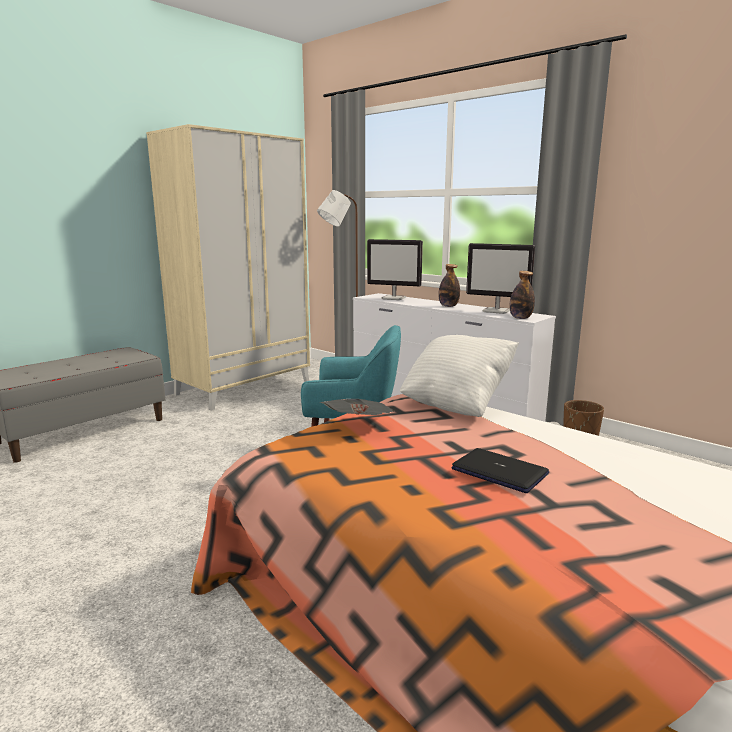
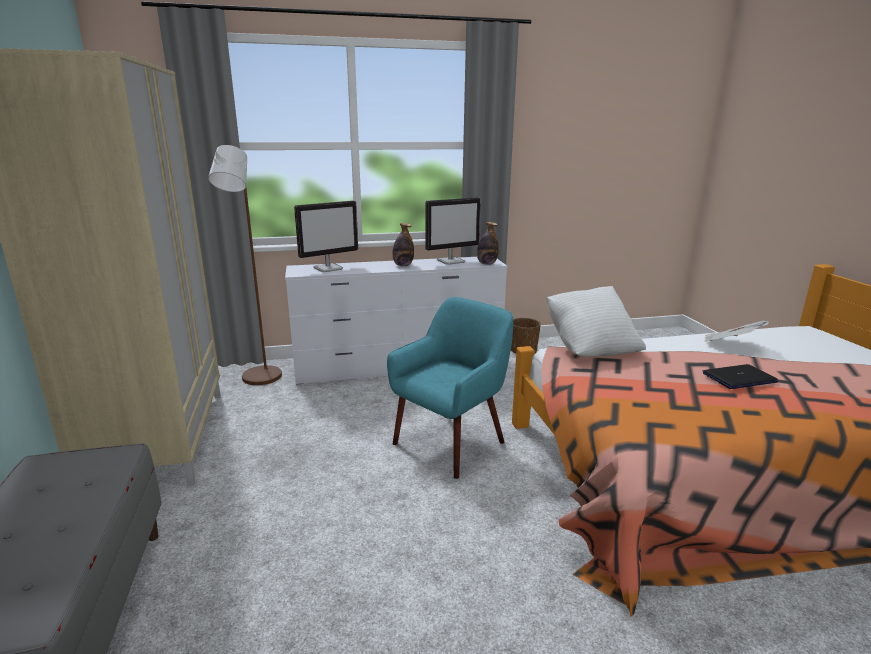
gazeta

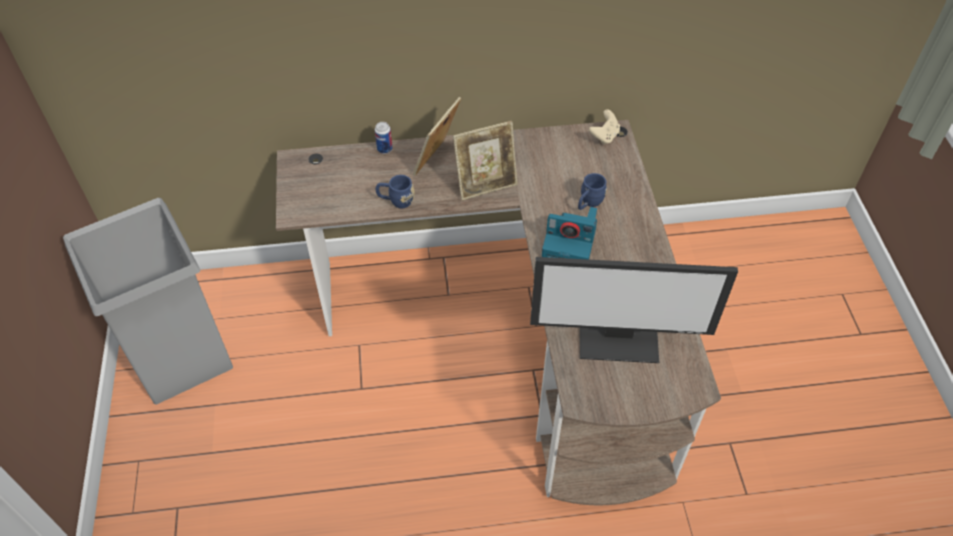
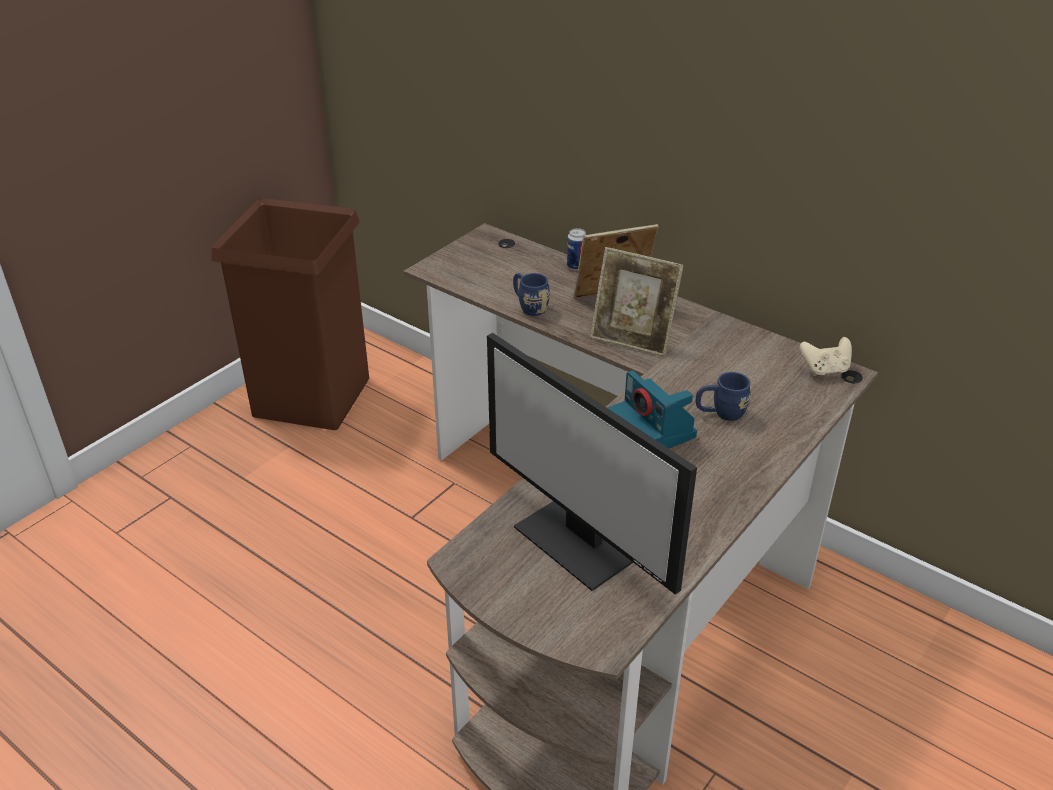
kosz na śmieci (brązowy)

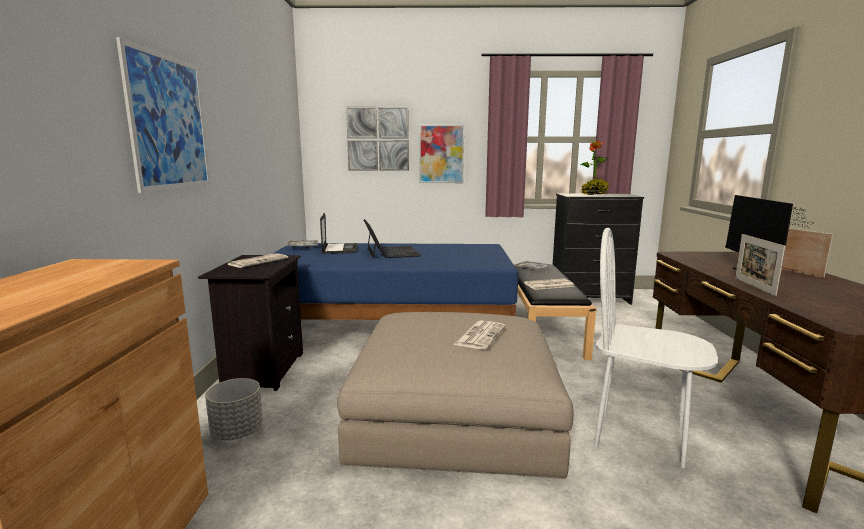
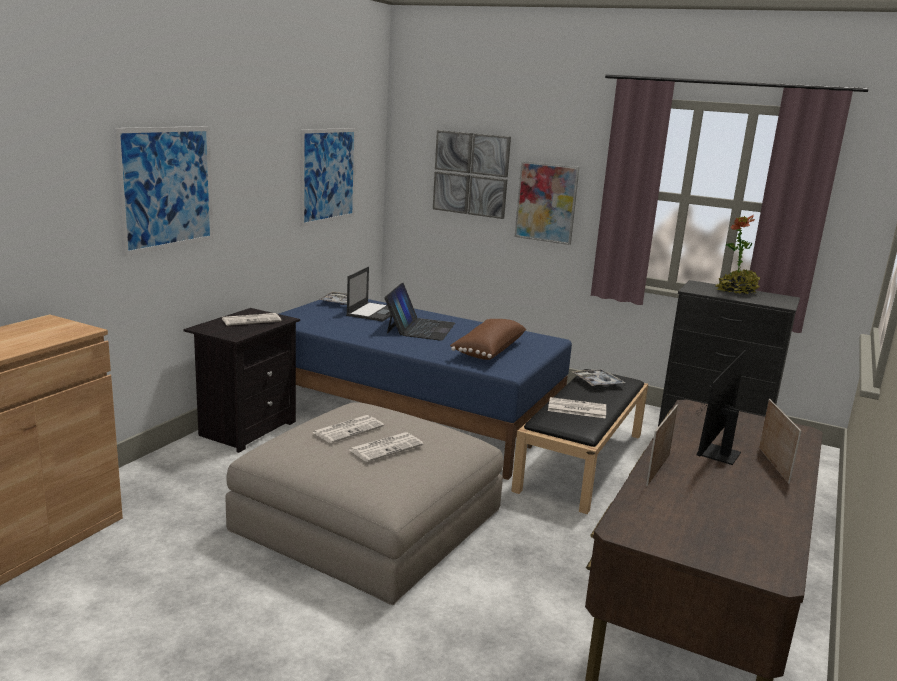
donica (szary); krzesło (biały); obraz (no. 2 from left); gazeta (no. 2 from left); poduszka (brązowy)

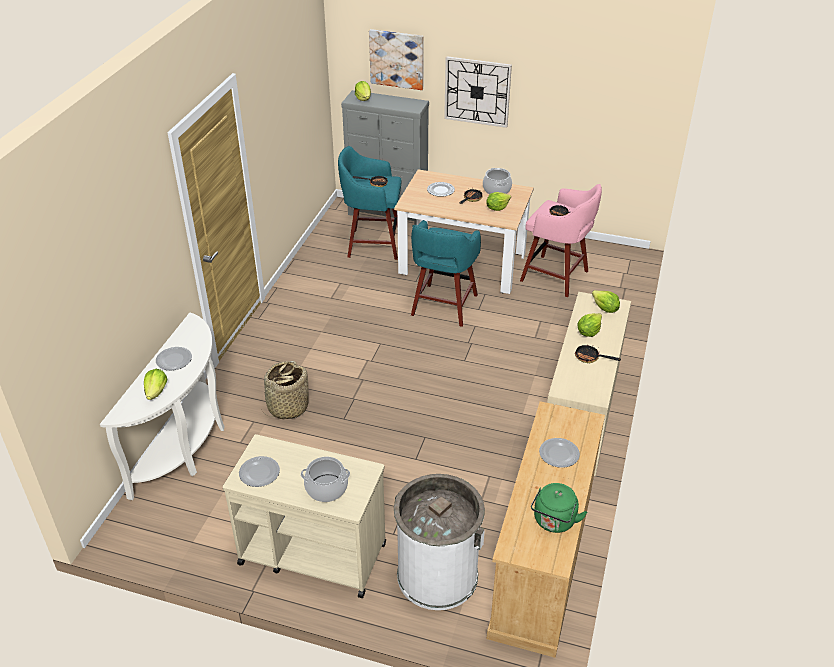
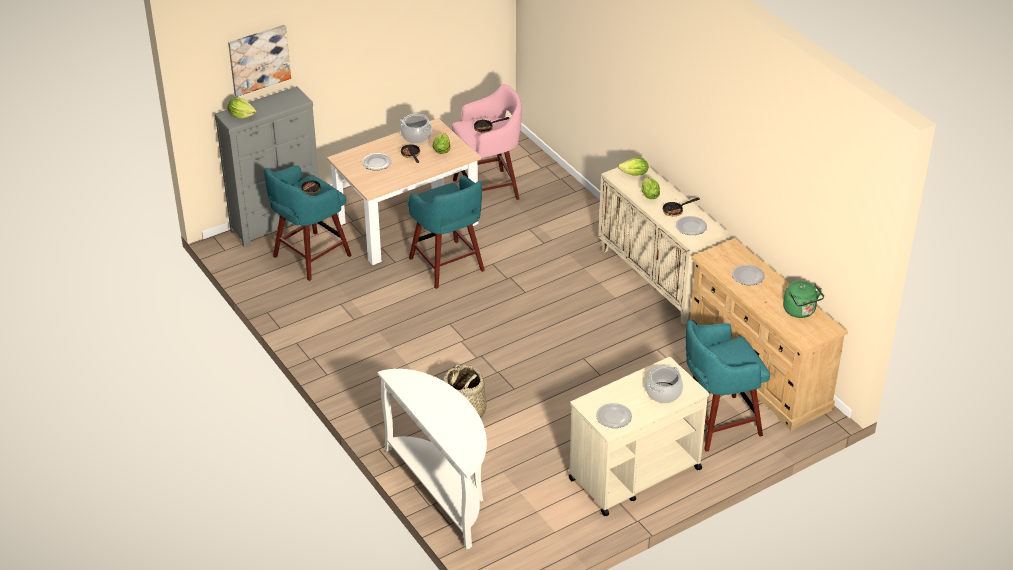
sałata (no. 1 from left in the first image); zegar ścienny; talerz (no. 3 from left); stołek (turkusowy) (no. 3 from left)

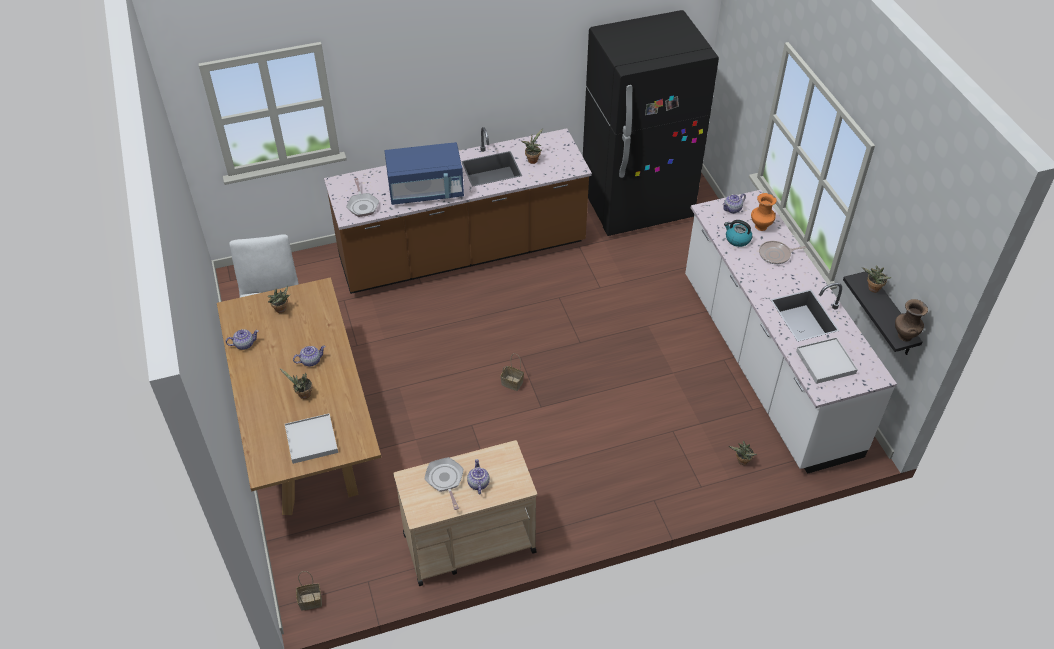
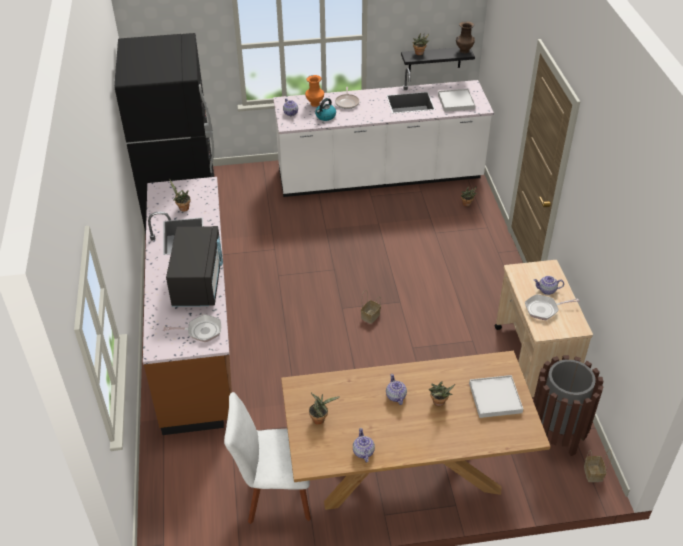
kosz na śmieci (brązowy); mikrofalówka (czarny)

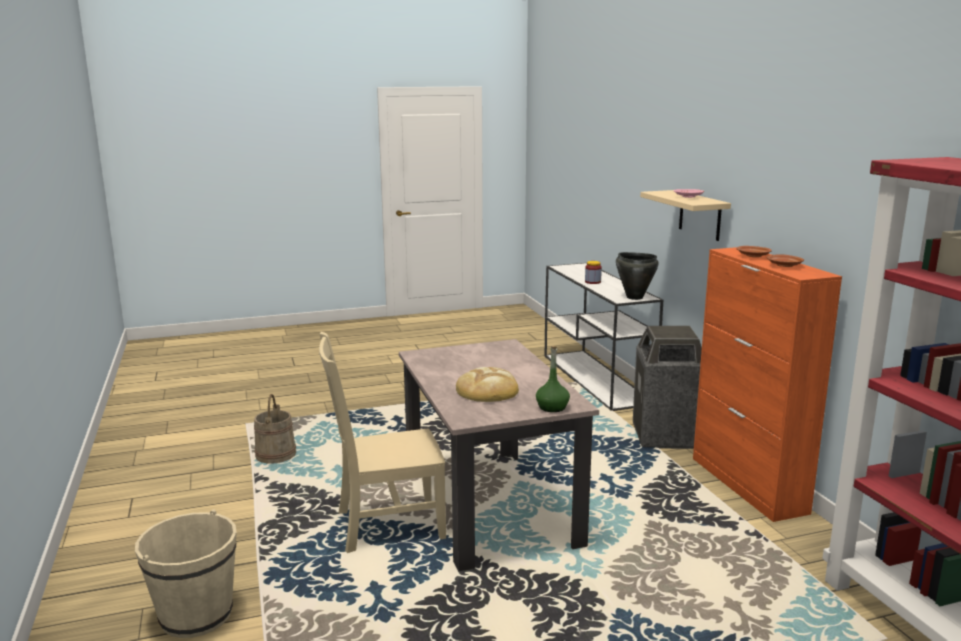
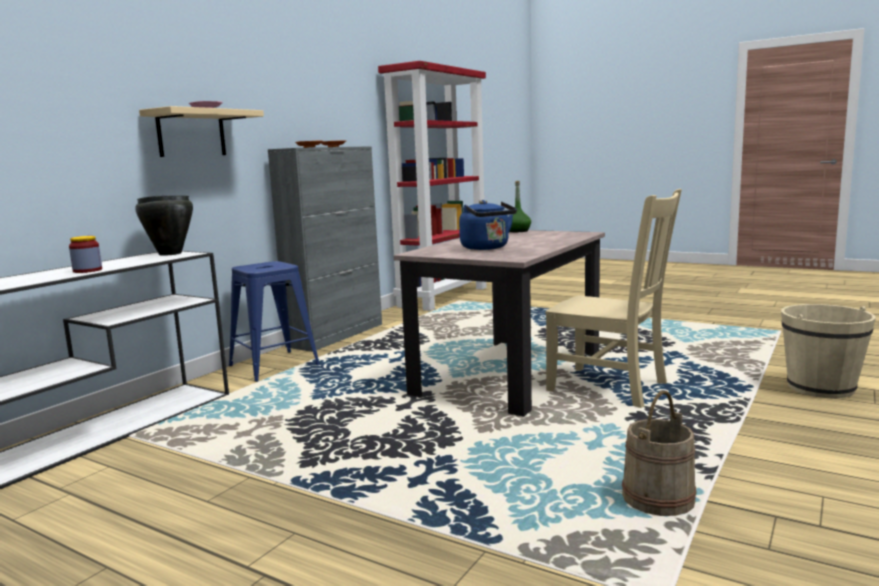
chleb; czajnik (niebieski); stołek (niebieski); szafka (szary)

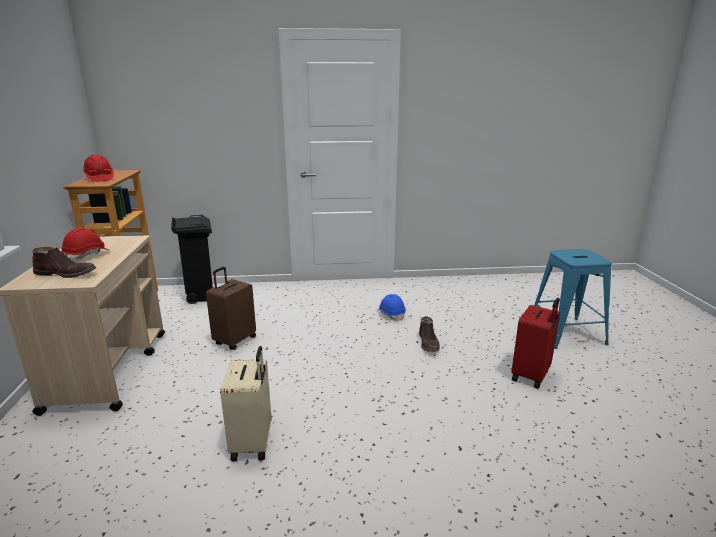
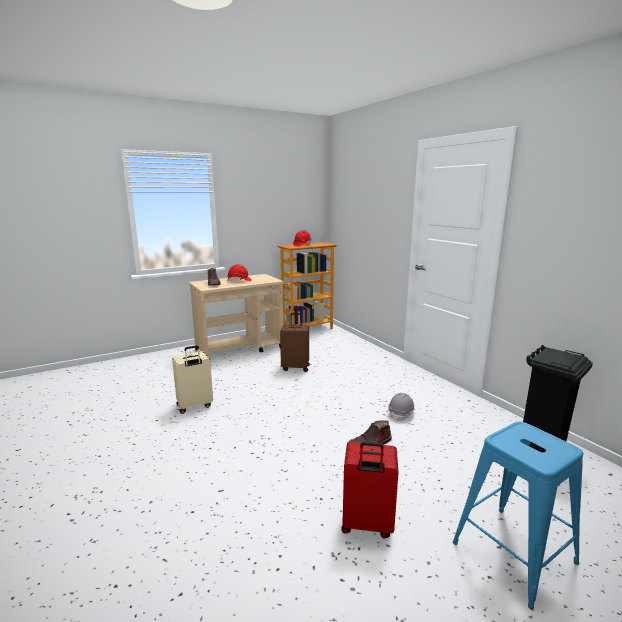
kosz na śmieci (czarny); kask (szary)

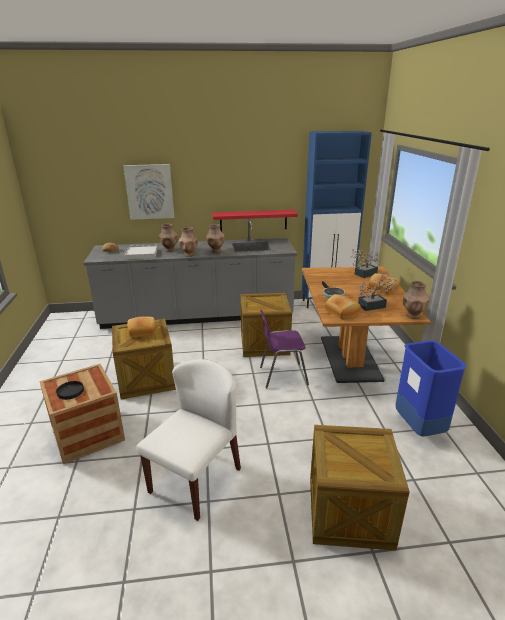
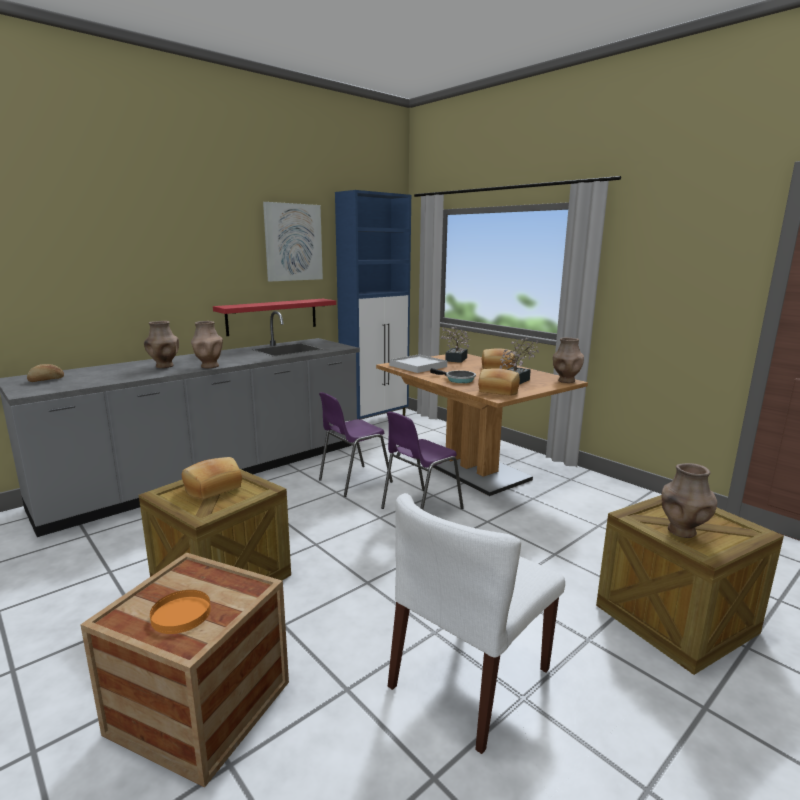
kosz na śmieci (niebieski); obraz; taca (biały); wazon (brązowy) (no. 4 from left); krzesło (fioletowy) (no. 1 from left); talerz (pomarańczowy); krzesło (biały)

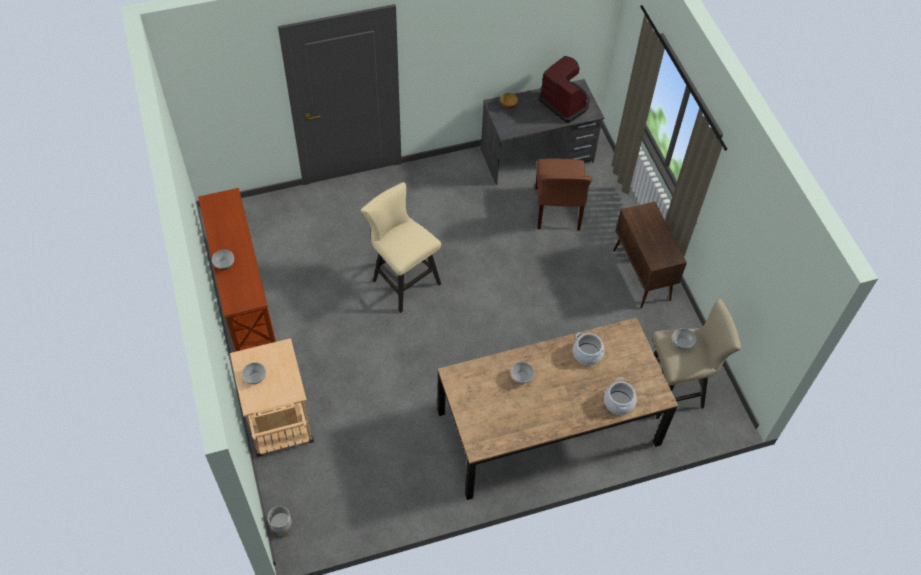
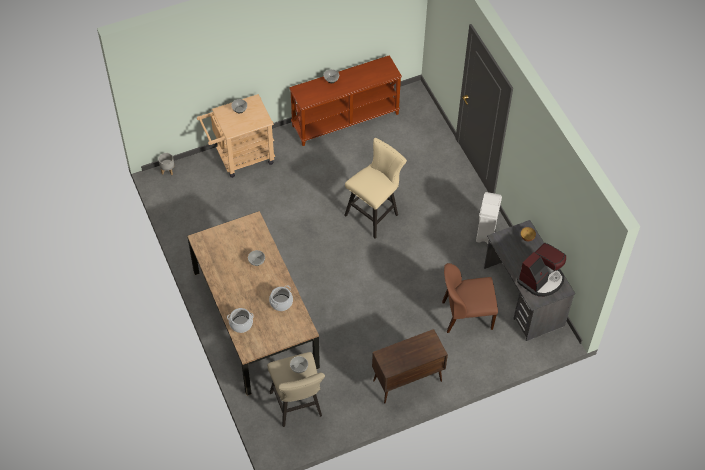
kosz na śmieci (biały)

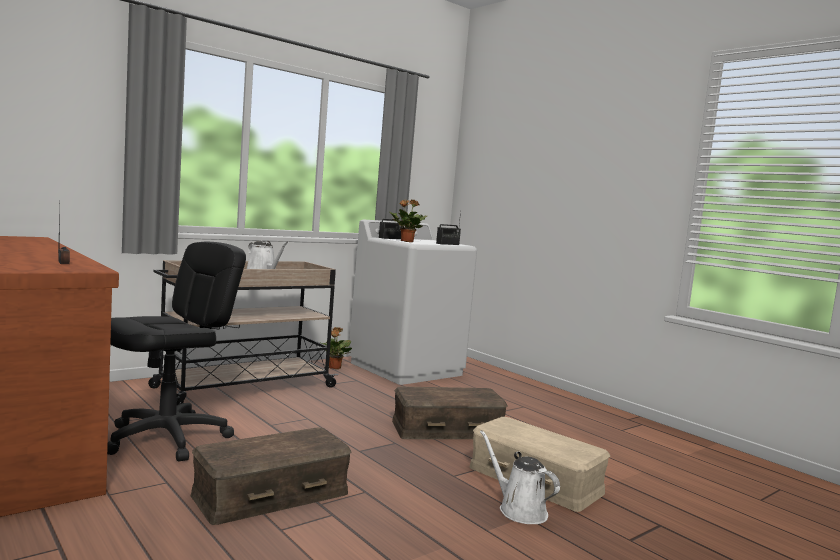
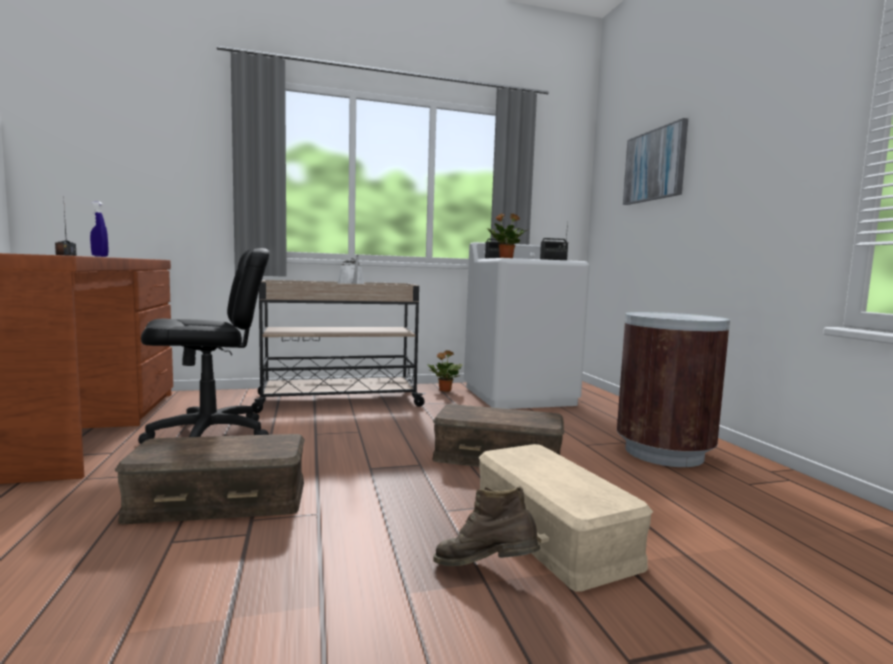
spryskiwacz (niebieski); kosz na śmieci (brązowy); obraz; but z cholewką (brązowy)

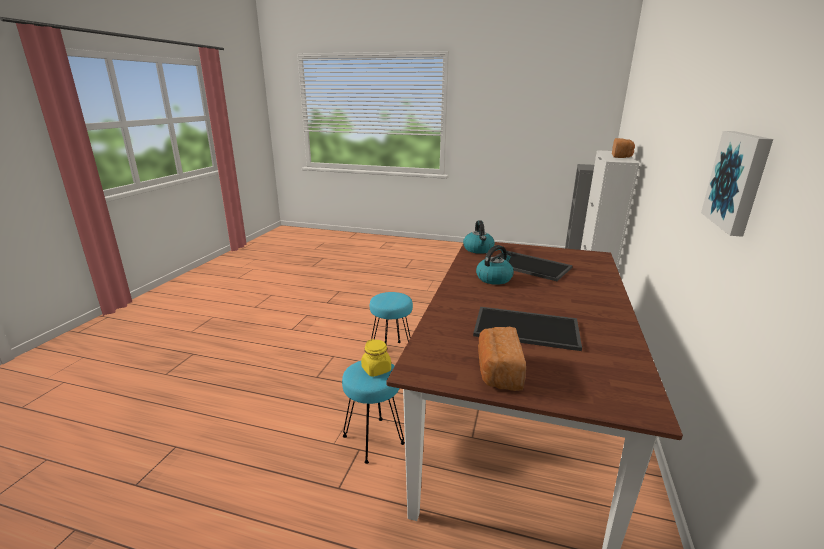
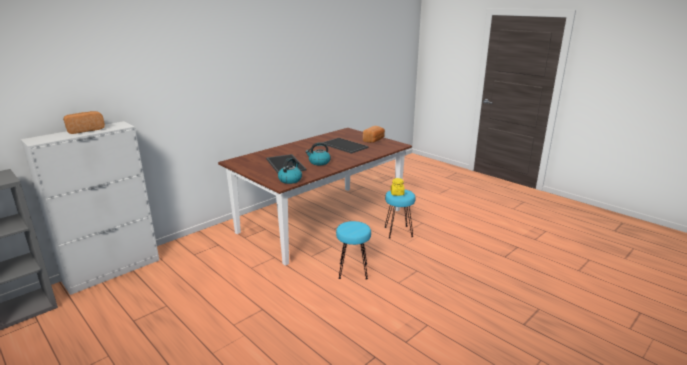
obraz

